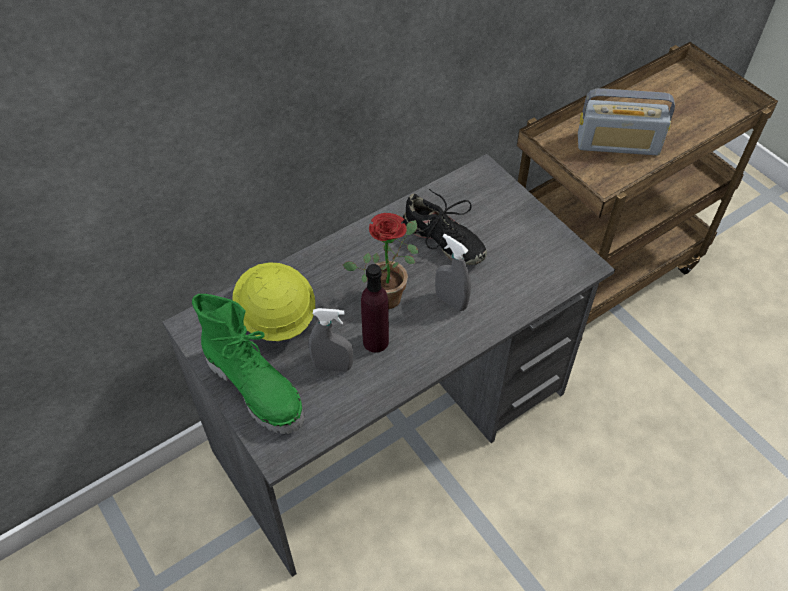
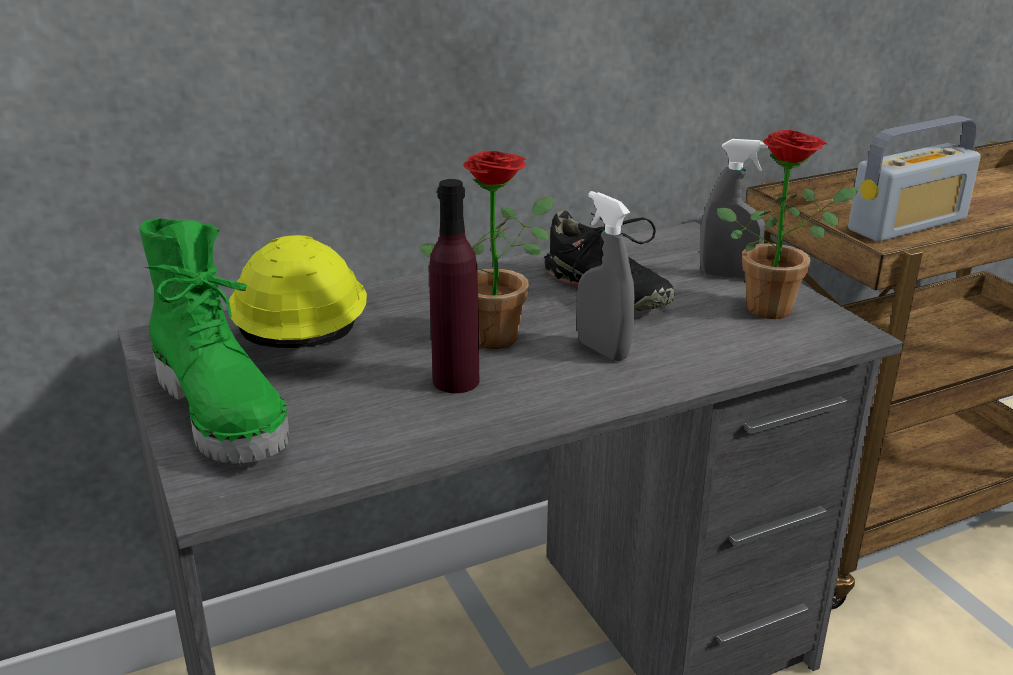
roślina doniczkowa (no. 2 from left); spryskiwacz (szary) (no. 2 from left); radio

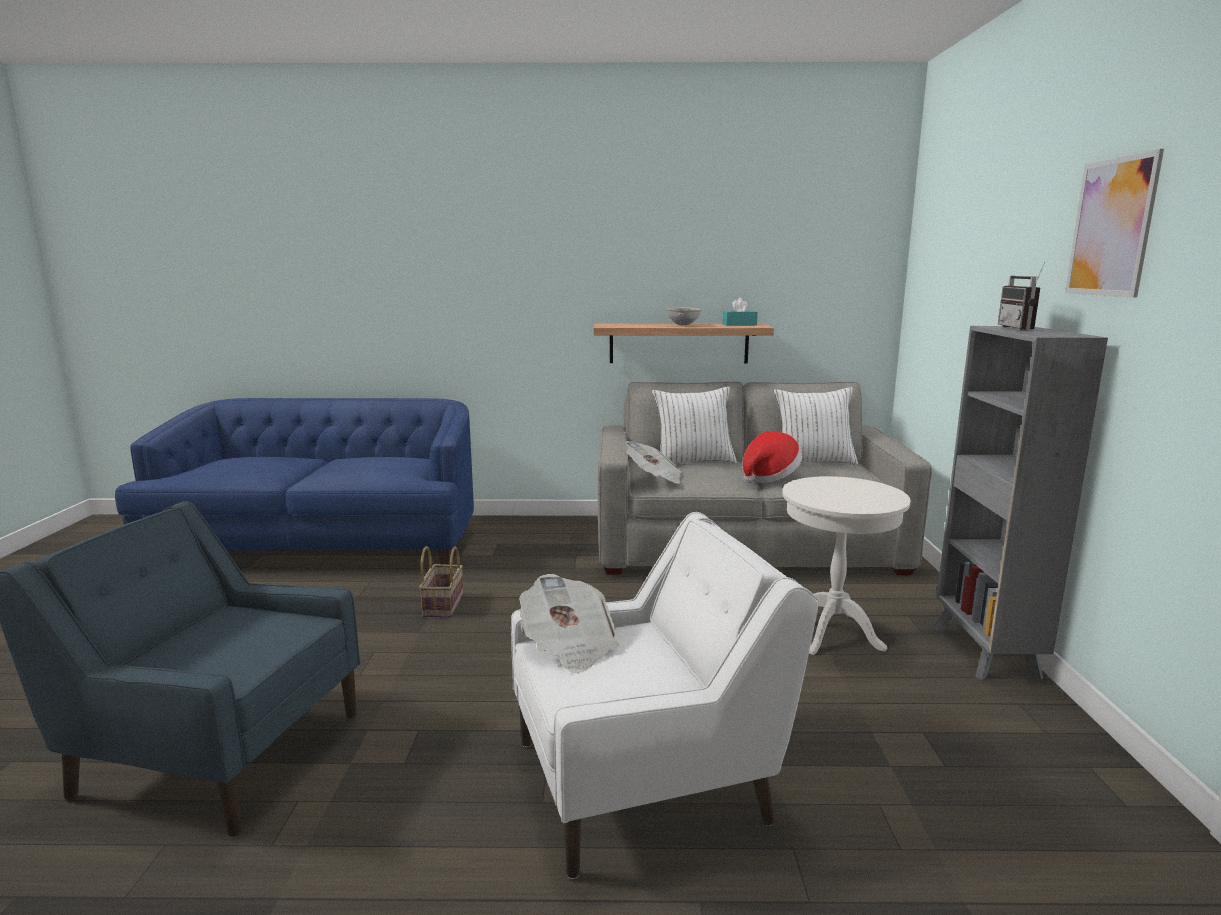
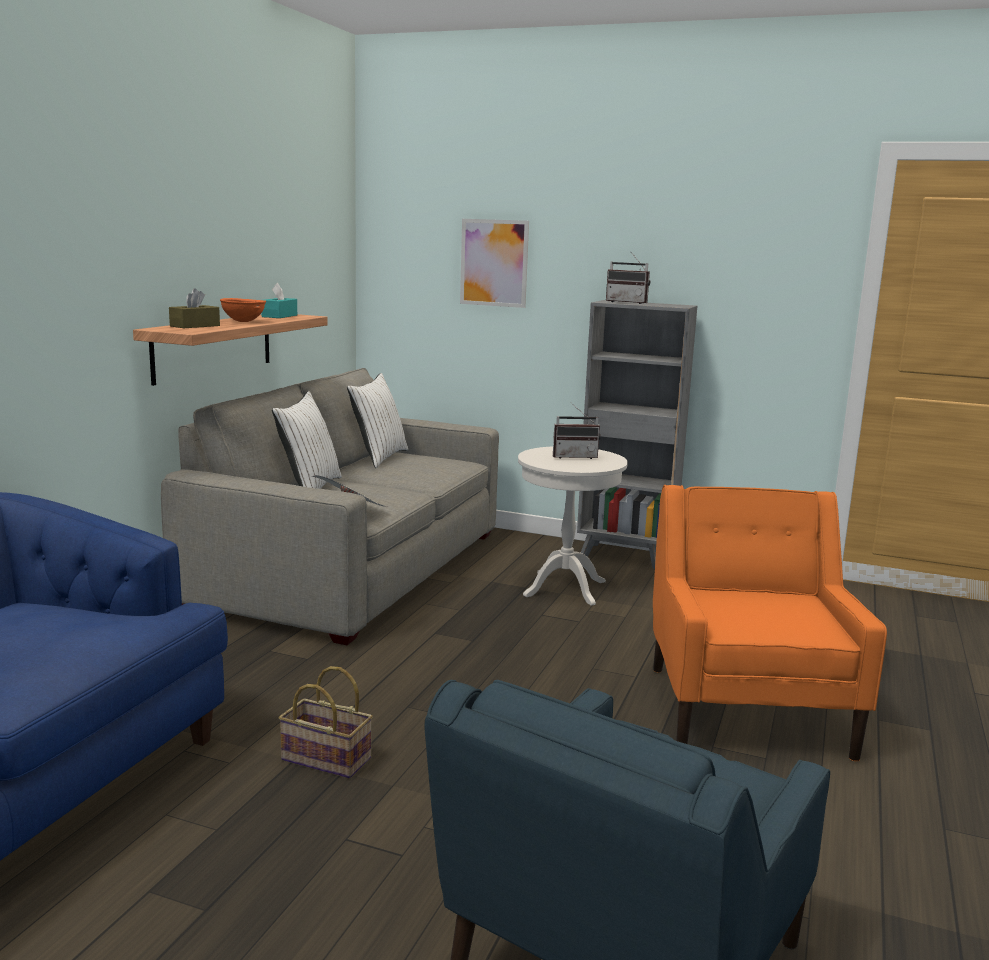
gazeta (no. 1 from left in the first image); kapelusz; pudełko chusteczek (brązowy); radio (no. 1 from left); obraz; fotel (pomarańczowy); miska (pomarańczowy)

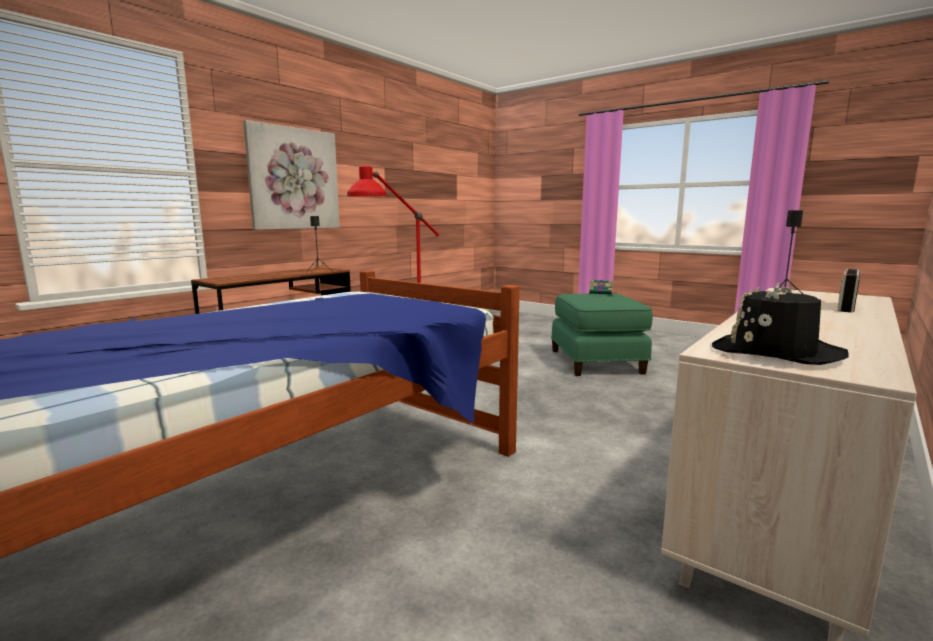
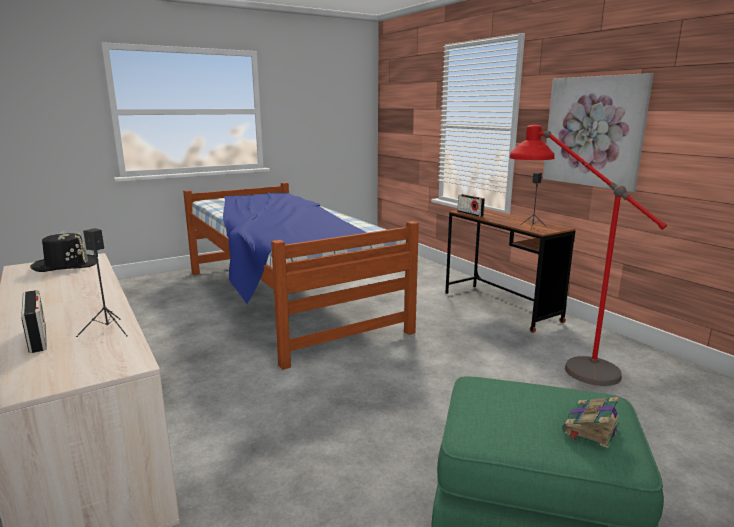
radio (no. 2 from left)

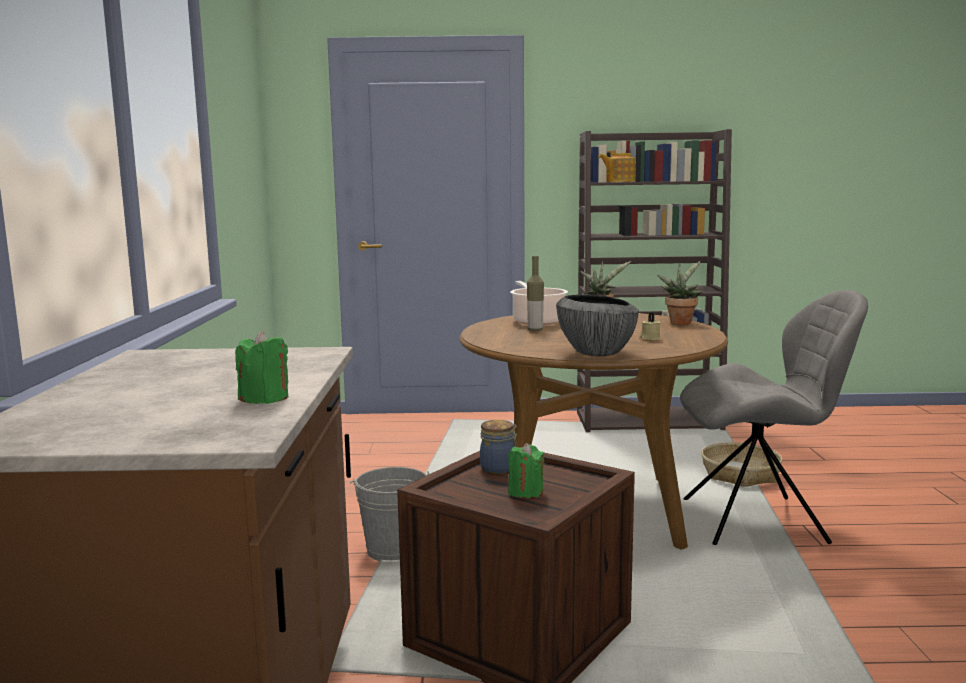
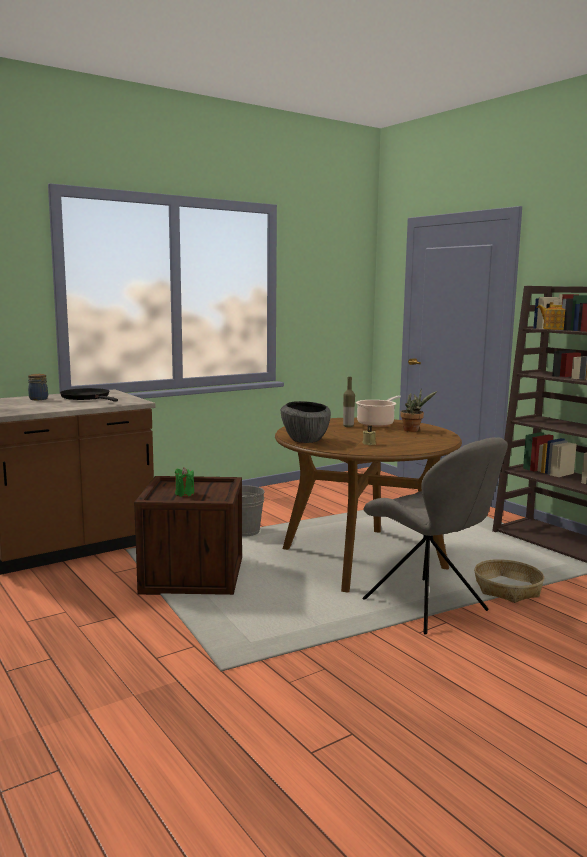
świeca (zielony) (no. 1 from left in the first image); roślina doniczkowa (no. 2 from left in the first image); patelnia (czarny); słoik

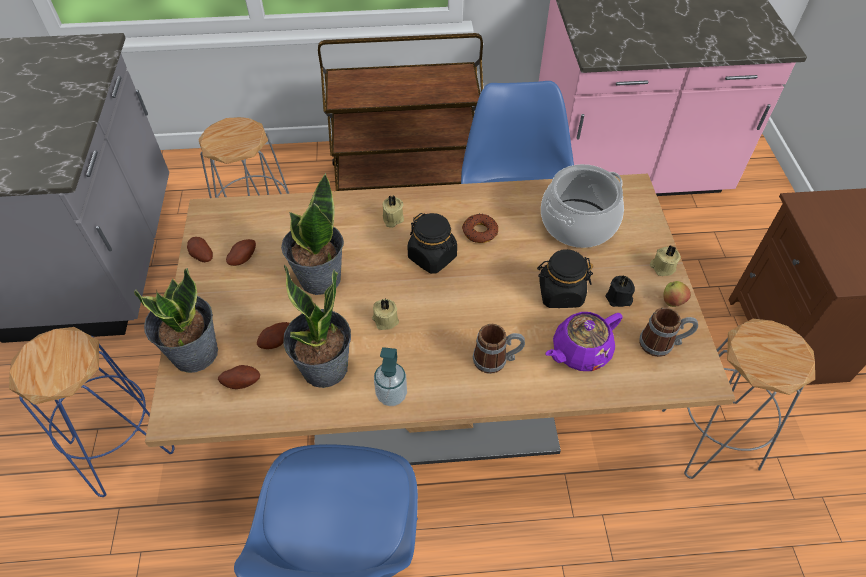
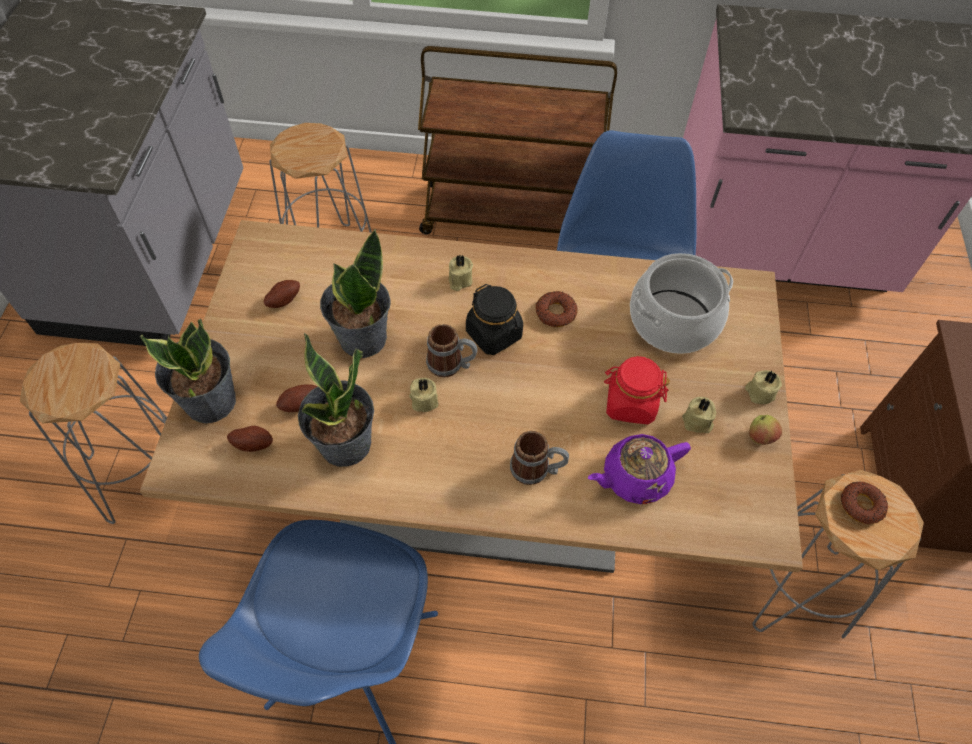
ziemniak (no. 1 from left in the first image); dozownik mydła; donut (no. 2 from left); kubek (no. 1 from left); stołek (szary) (no. 1 from left); słoik (czerwony); świeca (beżowy) (no. 3 from left)

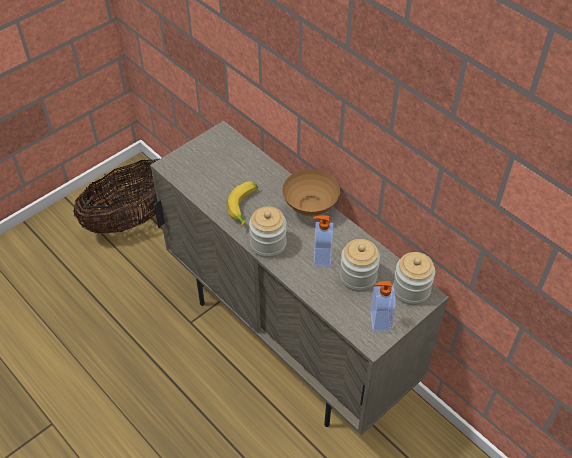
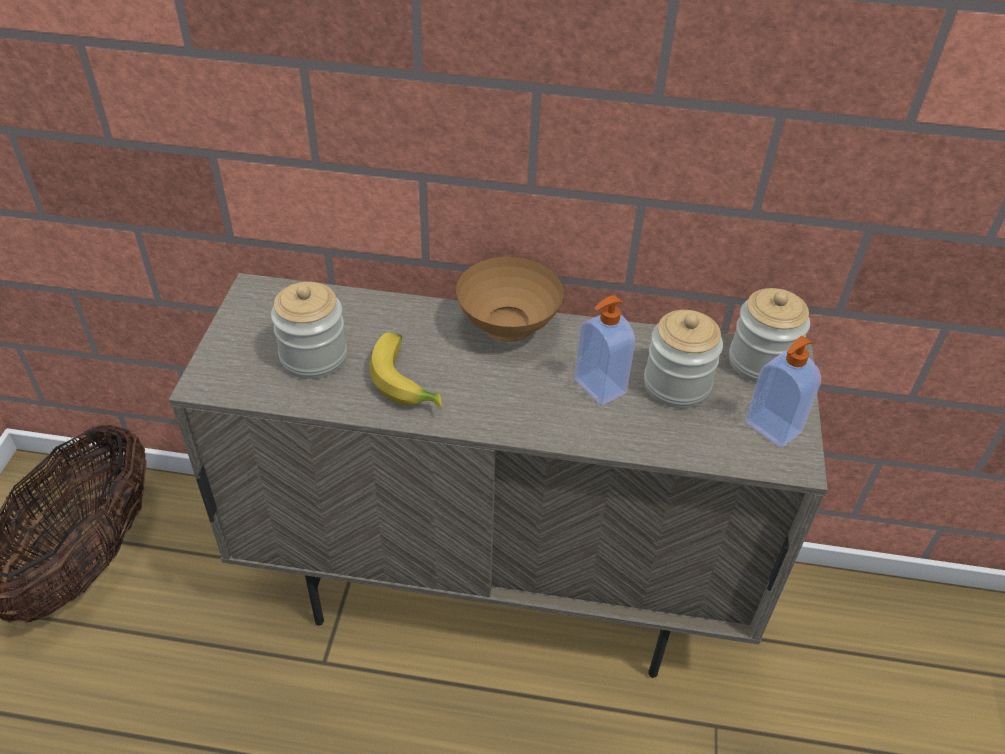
słoik (no. 1 from left)

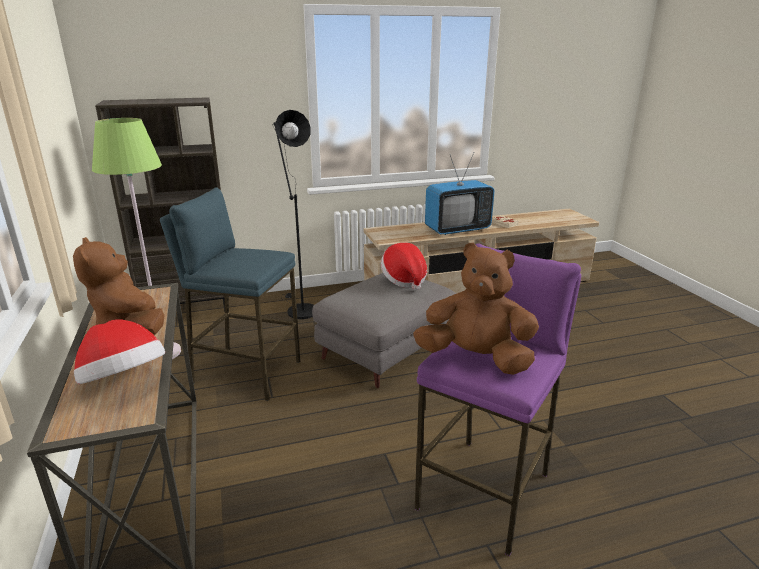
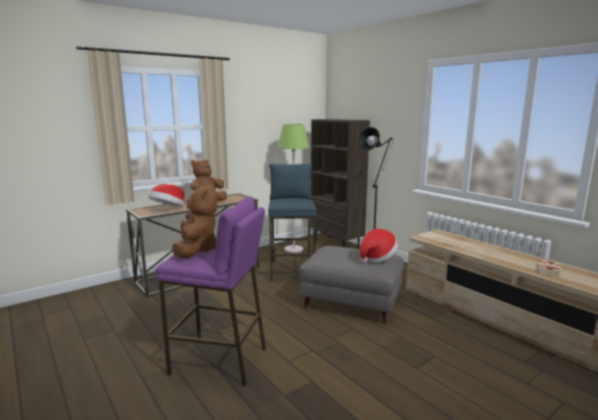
telewizor

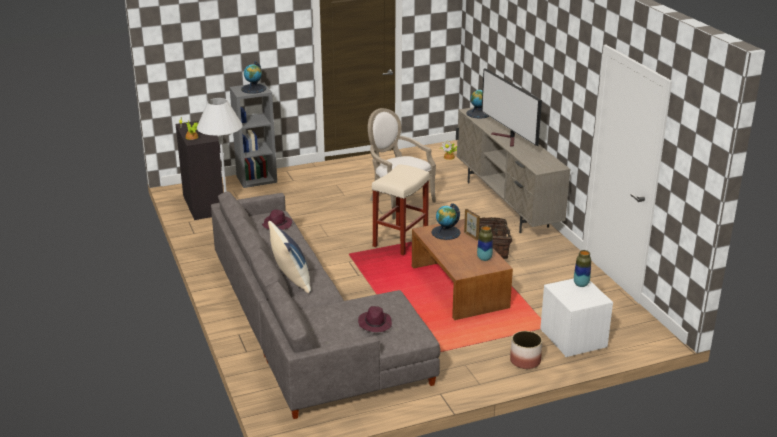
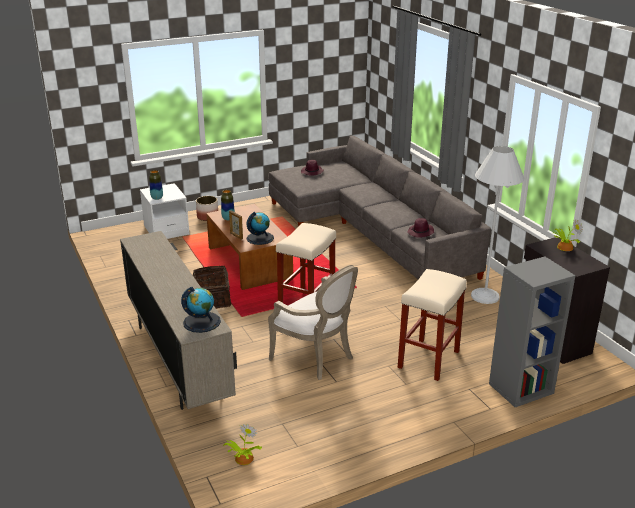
globus (no. 1 from left in the first image); poduszka (niebieski); telewizor; stołek (beżowy) (no. 2 from left)

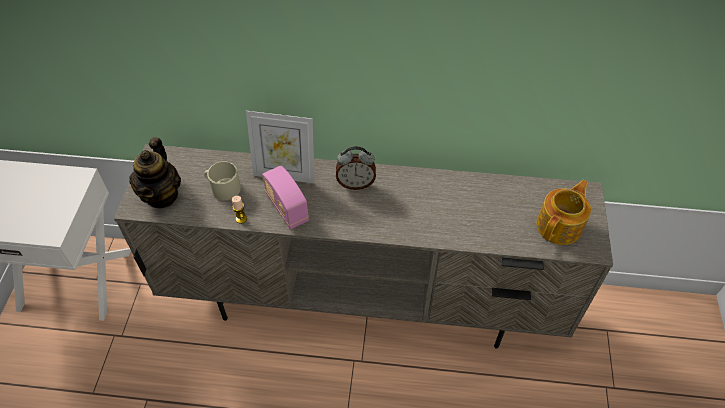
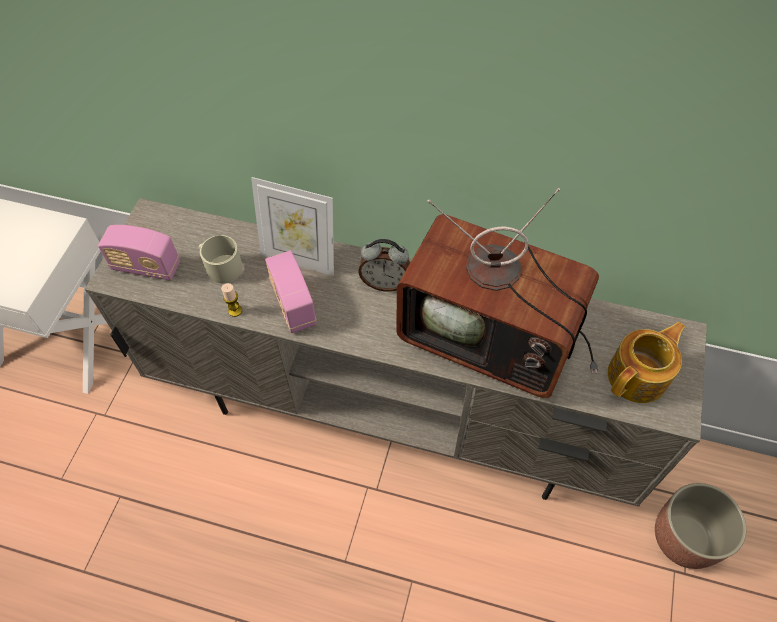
telewizor; donica; radio (no. 1 from left)

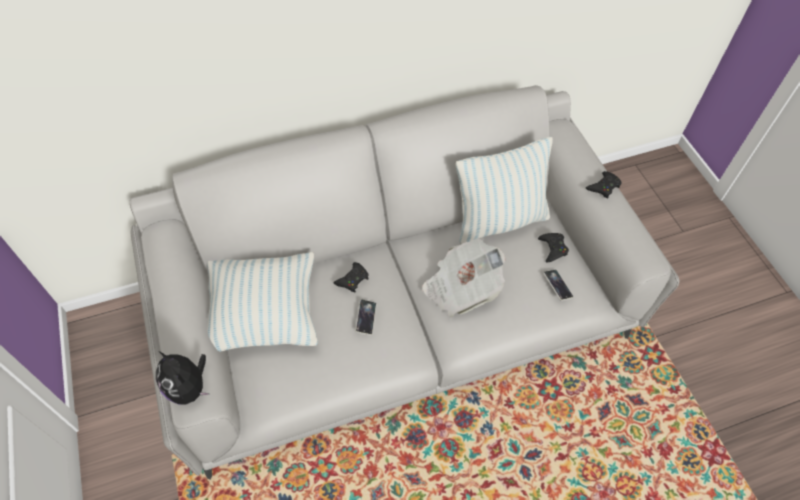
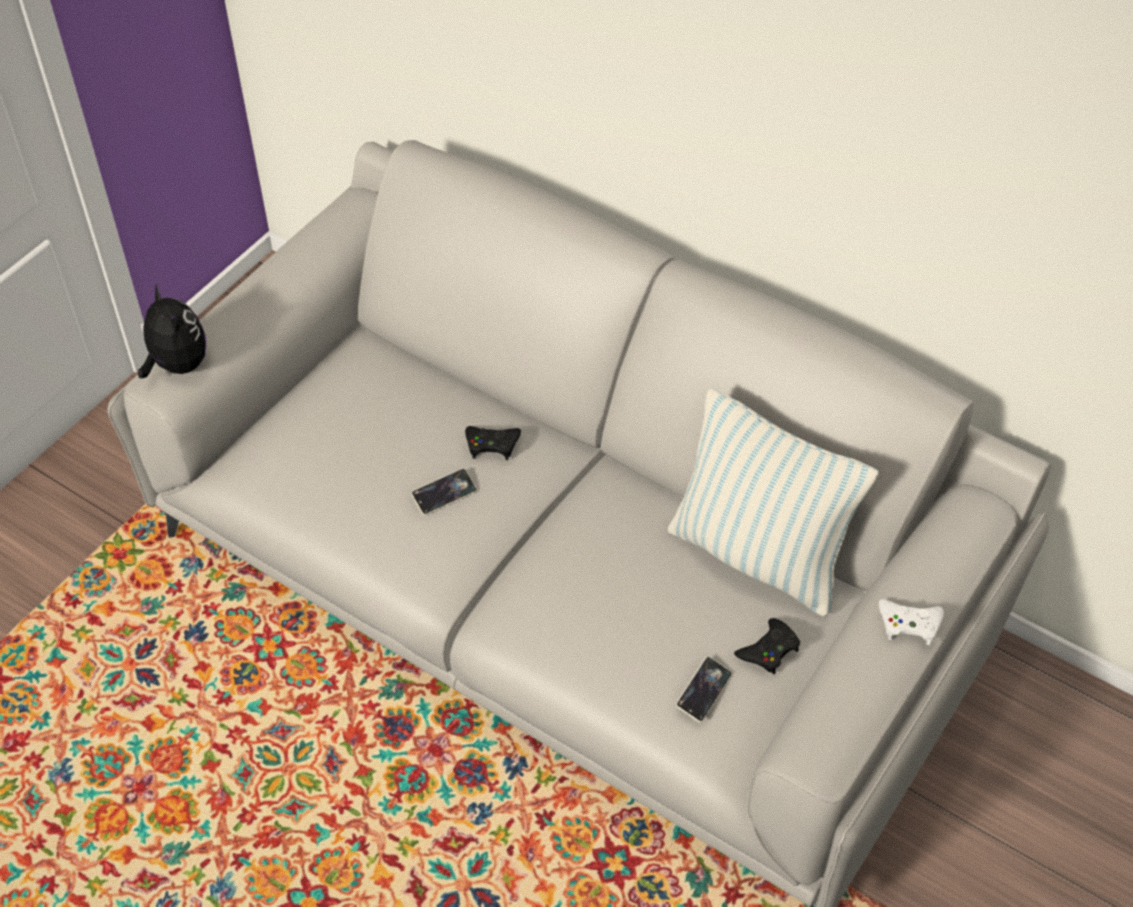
poduszka (no. 1 from left in the first image); gazeta; pad do gier (biały); pluszak

